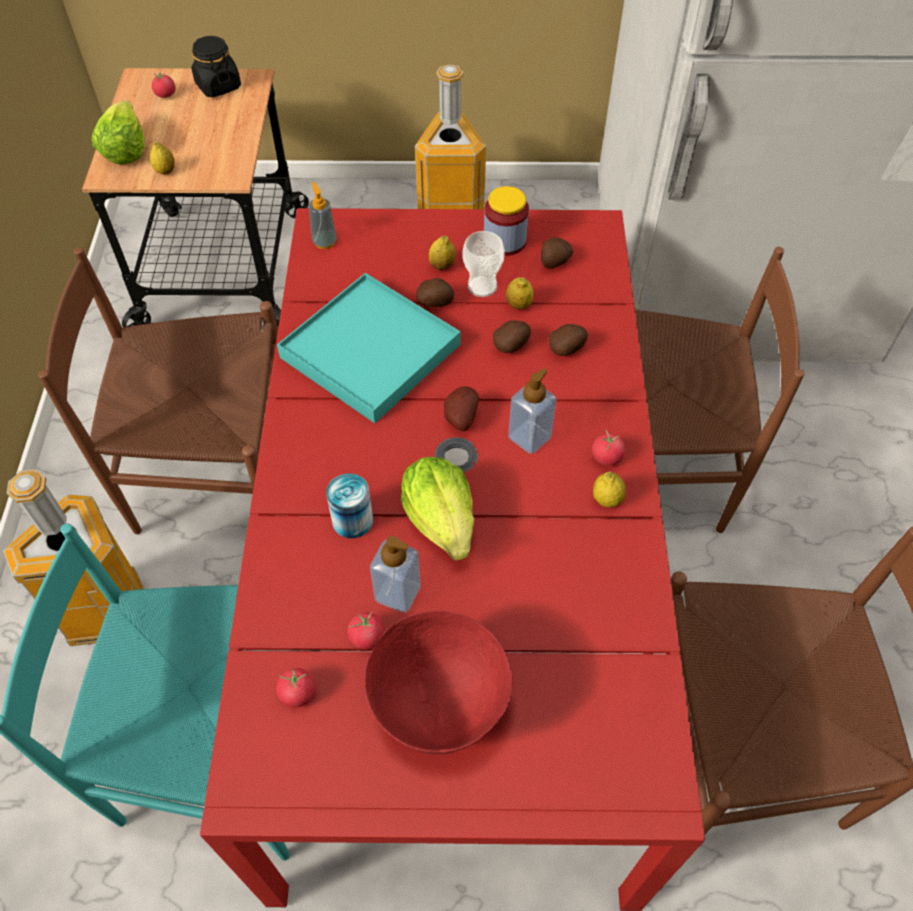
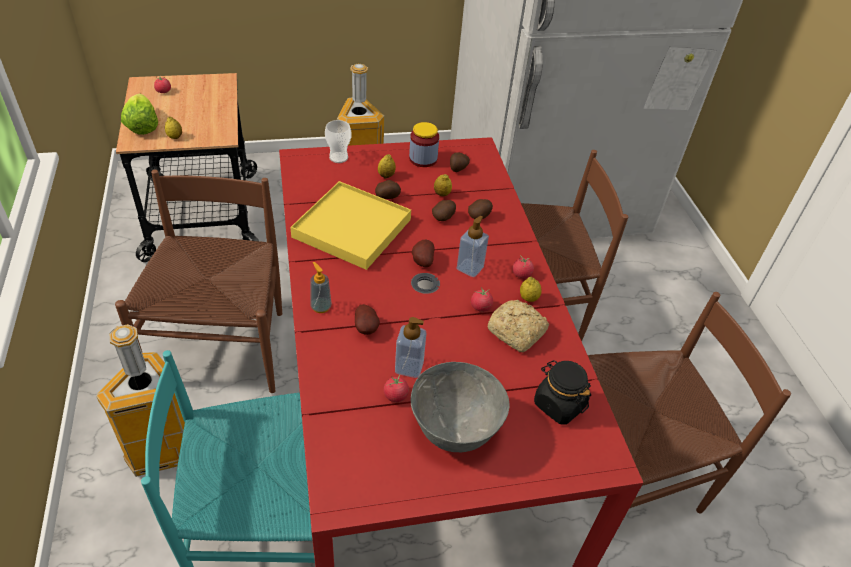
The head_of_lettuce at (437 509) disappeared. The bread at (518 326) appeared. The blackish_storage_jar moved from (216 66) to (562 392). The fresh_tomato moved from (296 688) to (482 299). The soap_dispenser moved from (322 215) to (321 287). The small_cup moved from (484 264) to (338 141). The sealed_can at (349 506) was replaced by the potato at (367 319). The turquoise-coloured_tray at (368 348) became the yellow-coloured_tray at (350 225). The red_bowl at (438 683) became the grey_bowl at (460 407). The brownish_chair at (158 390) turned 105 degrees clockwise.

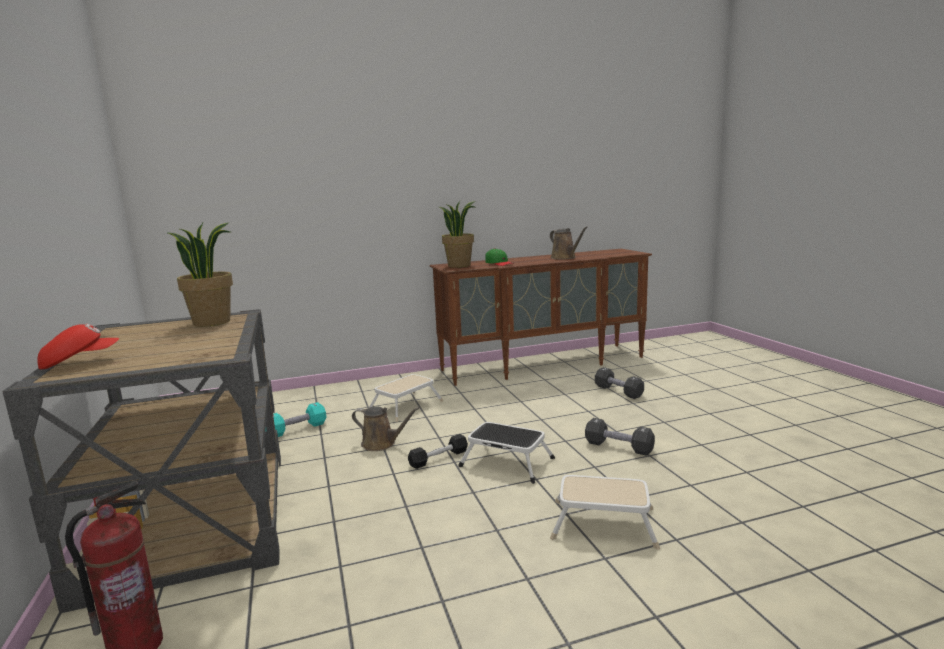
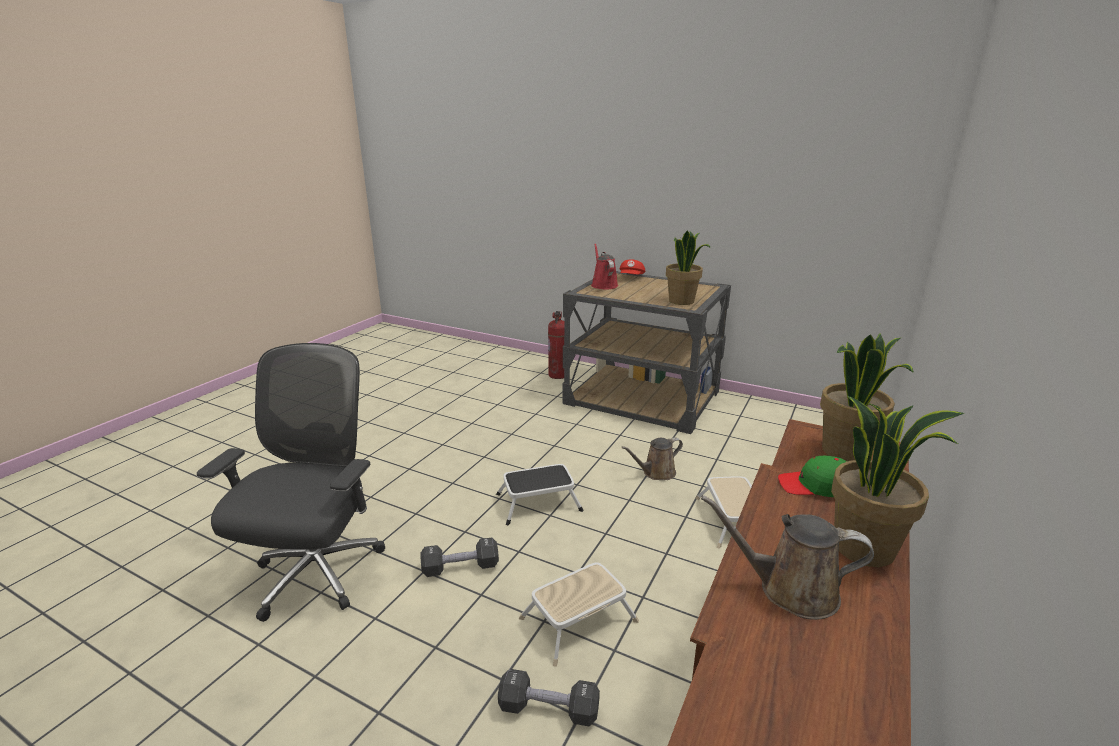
The turquoise-coloured_free_weight at (296 419) disappeared. The blackish_free_weight at (438 451) disappeared. The desk_chair at (291 482) appeared. The red_sprinkling_can at (604 266) appeared. The plant_in_a_pot at (898 481) appeared. The sand-coloured_step_ladder moved from (605 512) to (579 614).

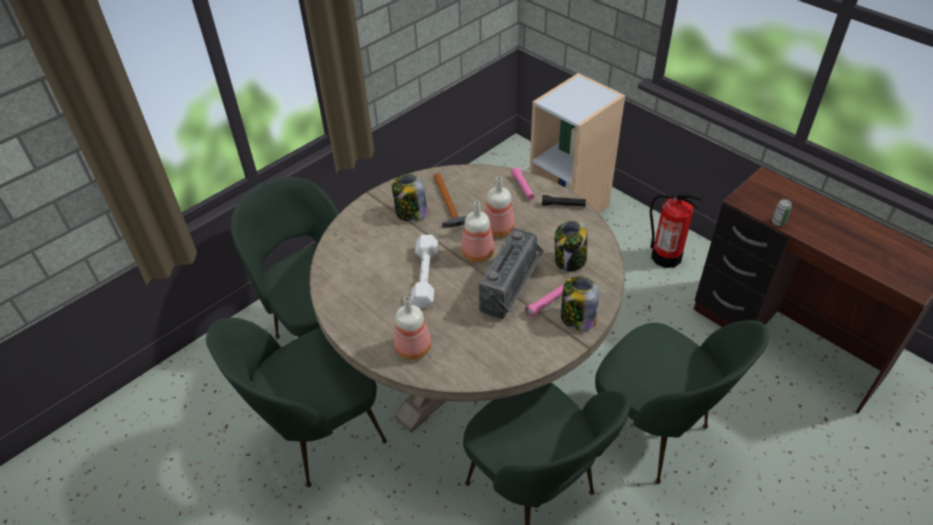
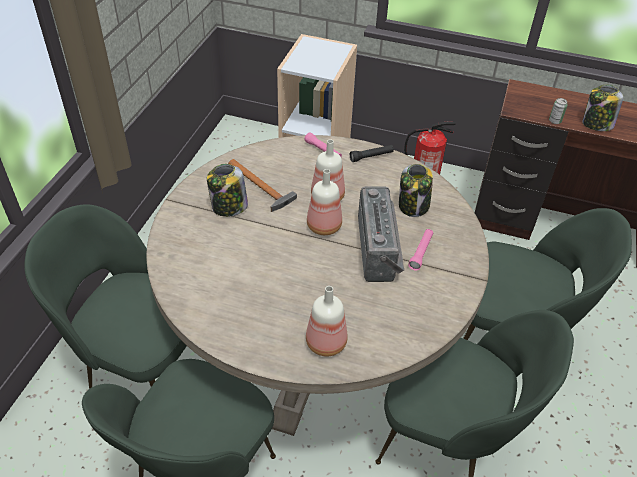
The whitish_free_weight at (424 271) disappeared. The storage_jar moved from (580 303) to (602 108).

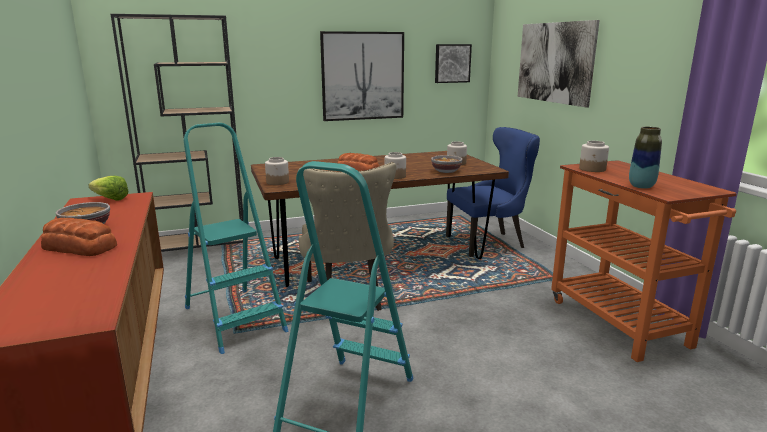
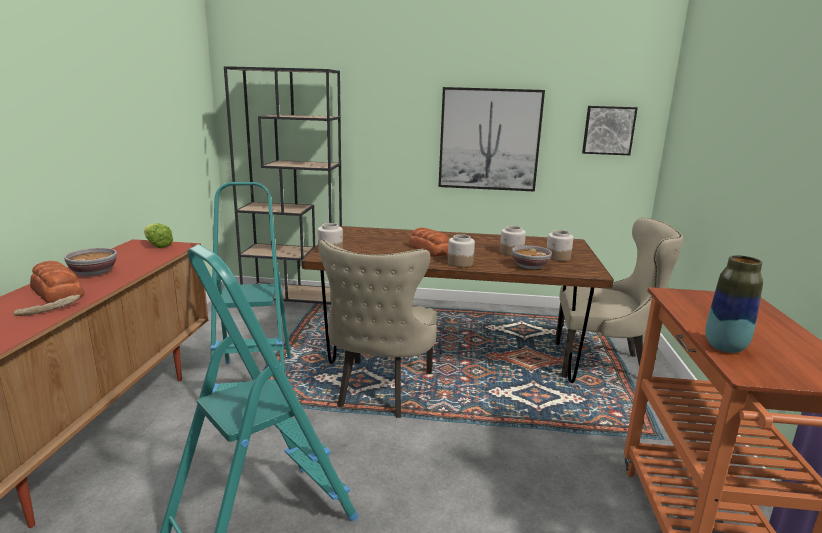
The wall_art at (559 64) disappeared. The bread at (46 305) appeared. The storage_jar moved from (594 156) to (513 241). The bluish_chair at (493 192) became the sand-coloured_chair at (619 298).

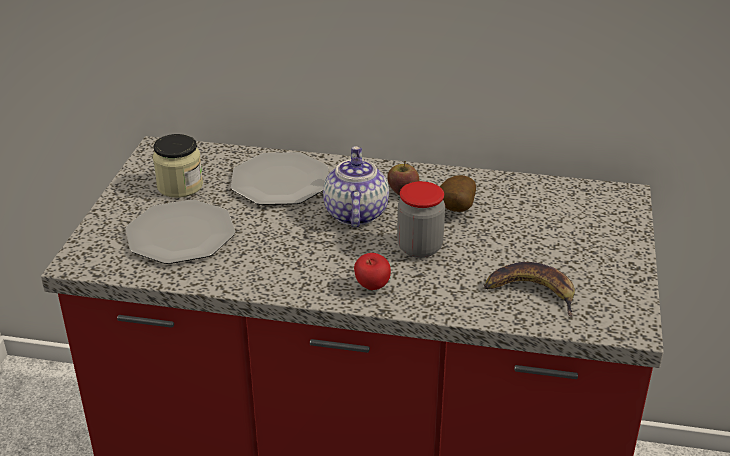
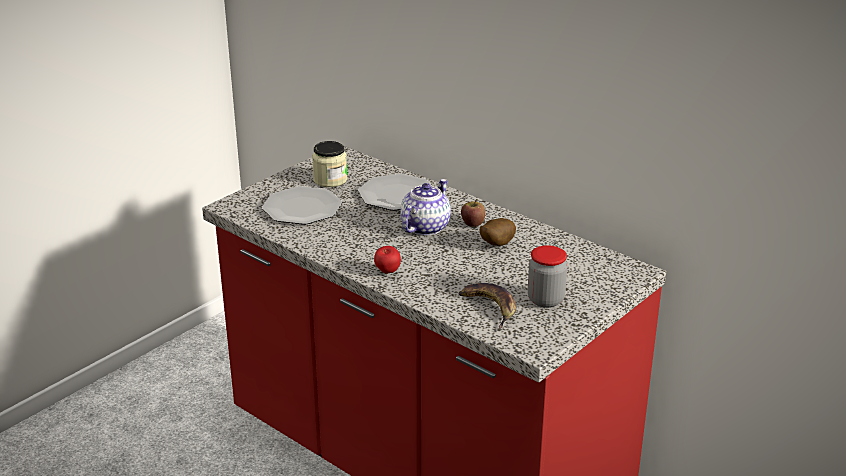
The storage_jar moved from (421 219) to (547 276).

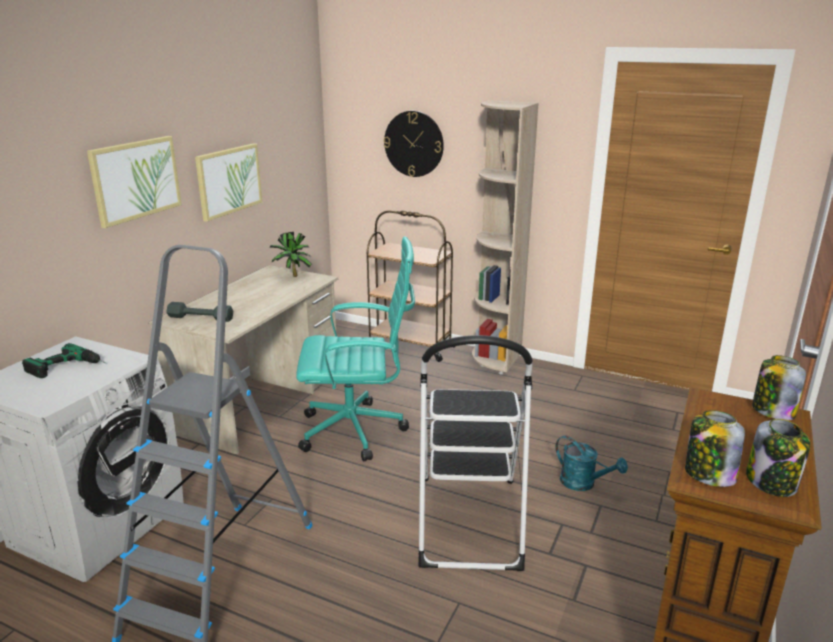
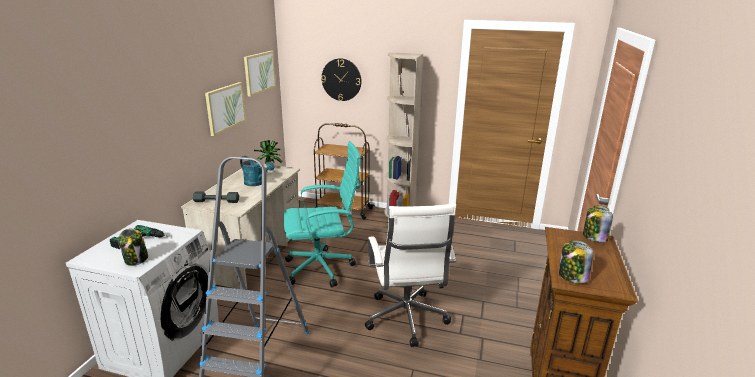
The wall_art moved from (134 182) to (260 73). The turquoise-coloured_sprinkling_can moved from (591 463) to (257 171). The storage_jar moved from (778 458) to (133 247). The step_ladder at (475 453) was replaced by the whitish_desk_chair at (410 275).

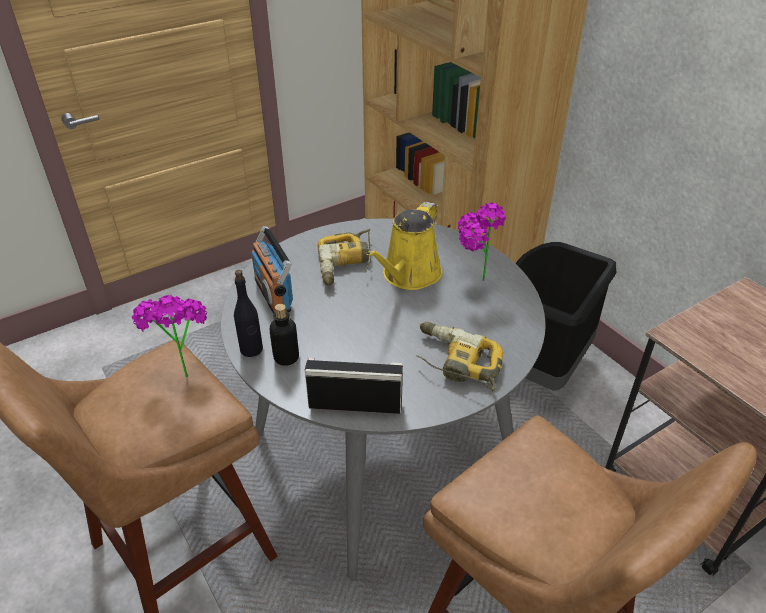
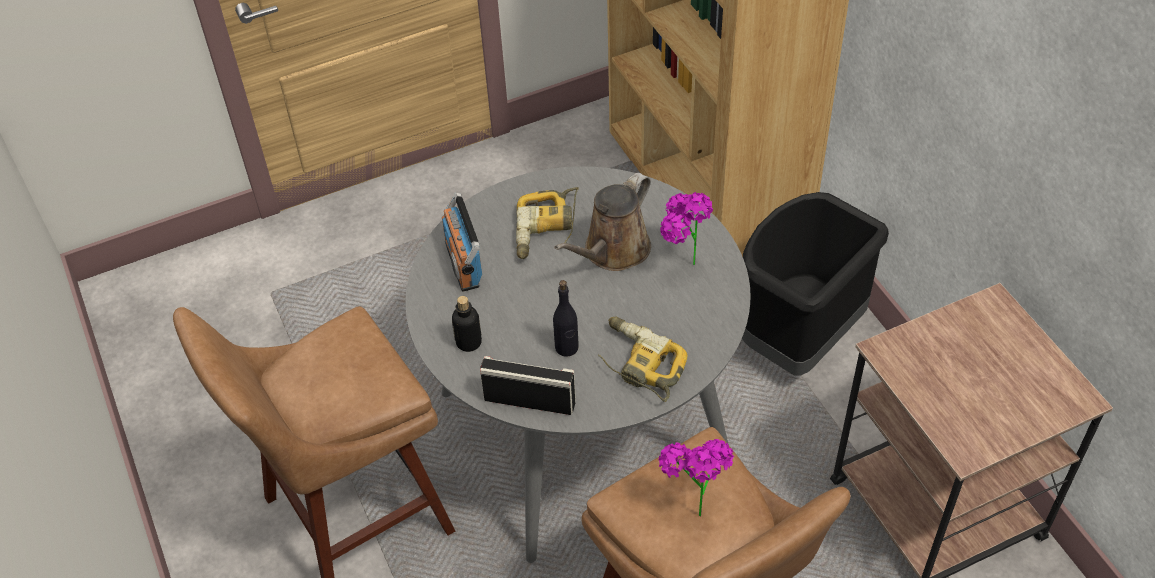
The plant_in_a_pot moved from (169 336) to (696 477). The blackish_beverage_bottle moved from (248 313) to (566 318). The yellow-coloured_sprinkling_can at (404 246) became the brownish_sprinkling_can at (602 222).

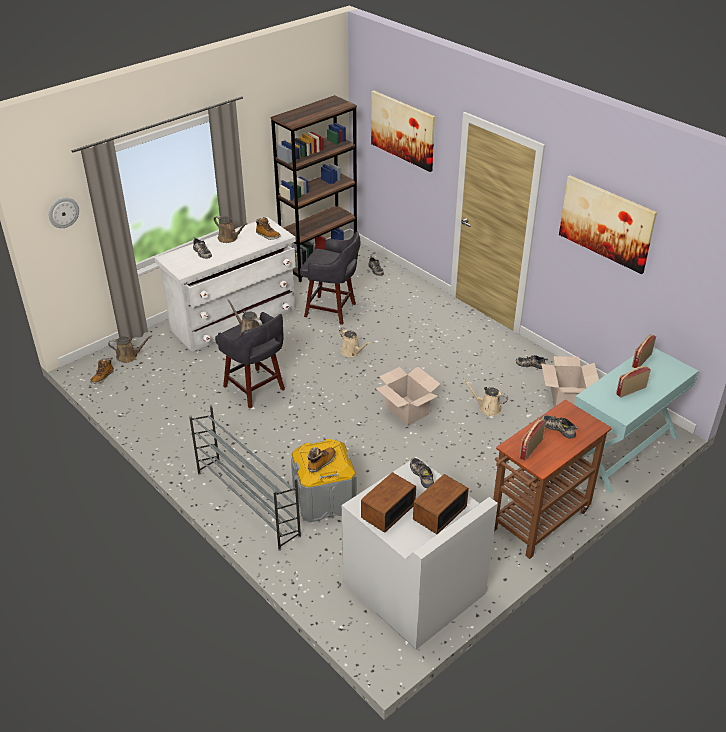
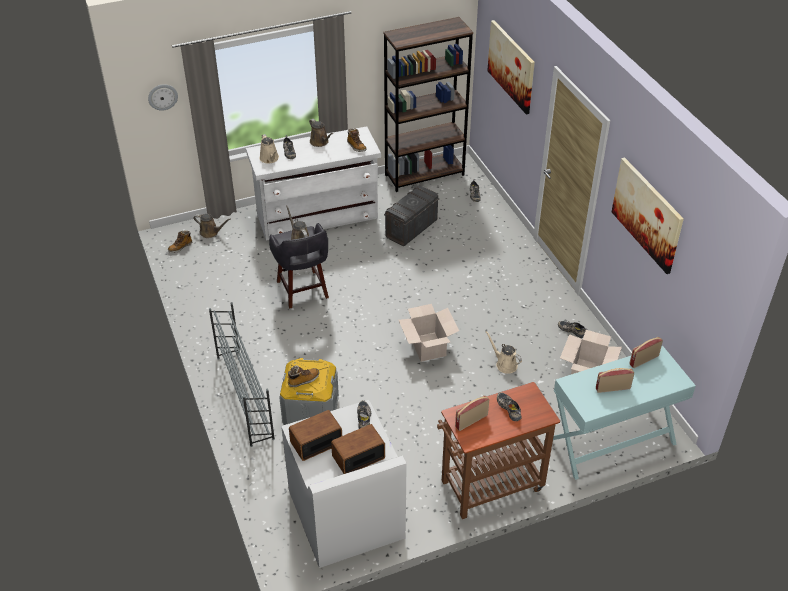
The sand-coloured_sprinkling_can moved from (354 342) to (269 148). The grey_stool at (330 278) was replaced by the grey_storage_container at (412 215).

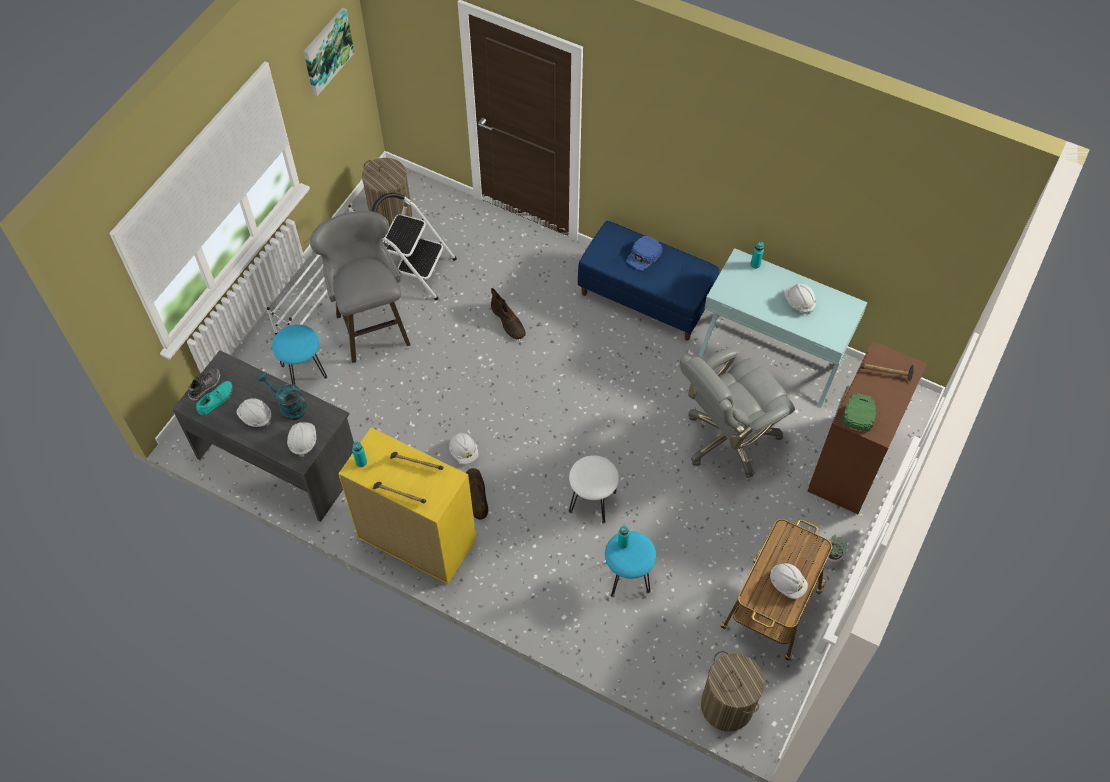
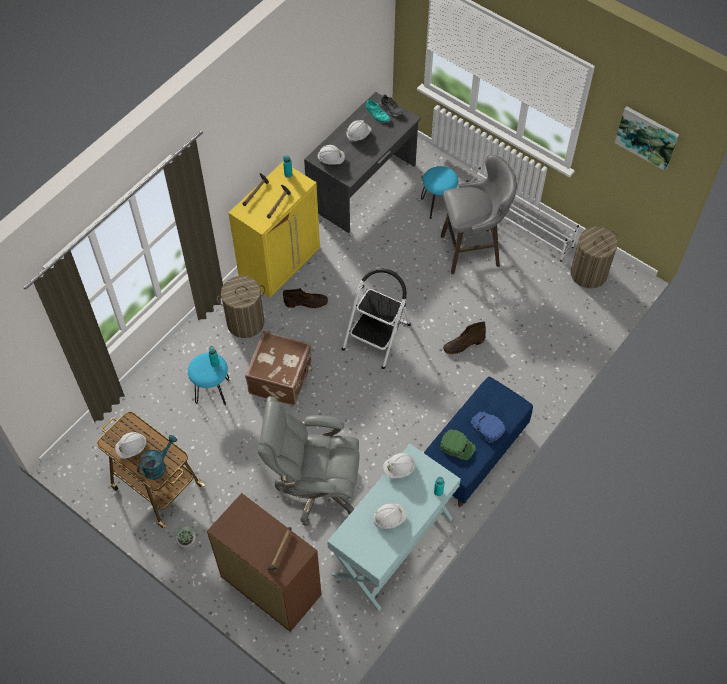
The turquoise-coloured_sprinkling_can moved from (282 396) to (157 457). The step_ladder moved from (414 246) to (376 319). The whitish_safety_helmet moved from (463 448) to (399 466). The hamper moved from (733 691) to (241 307). The green-coloured_cap moved from (859 413) to (458 445). The whitish_stool at (594 489) was replaced by the brownish_suitcase at (278 368). The grey_desk_chair at (737 412) turned 60 degrees counterclockwise.

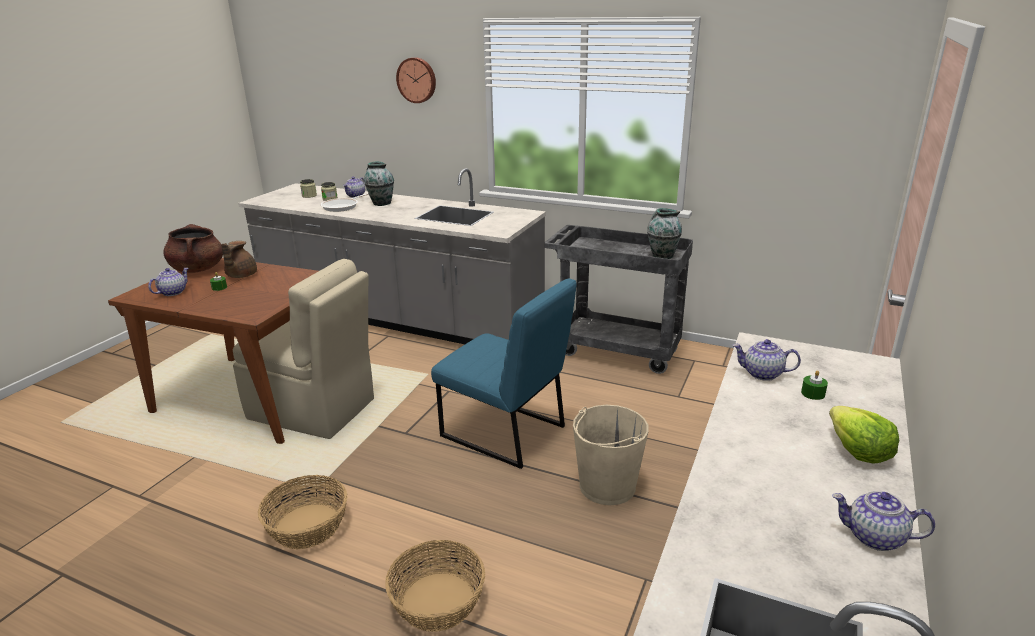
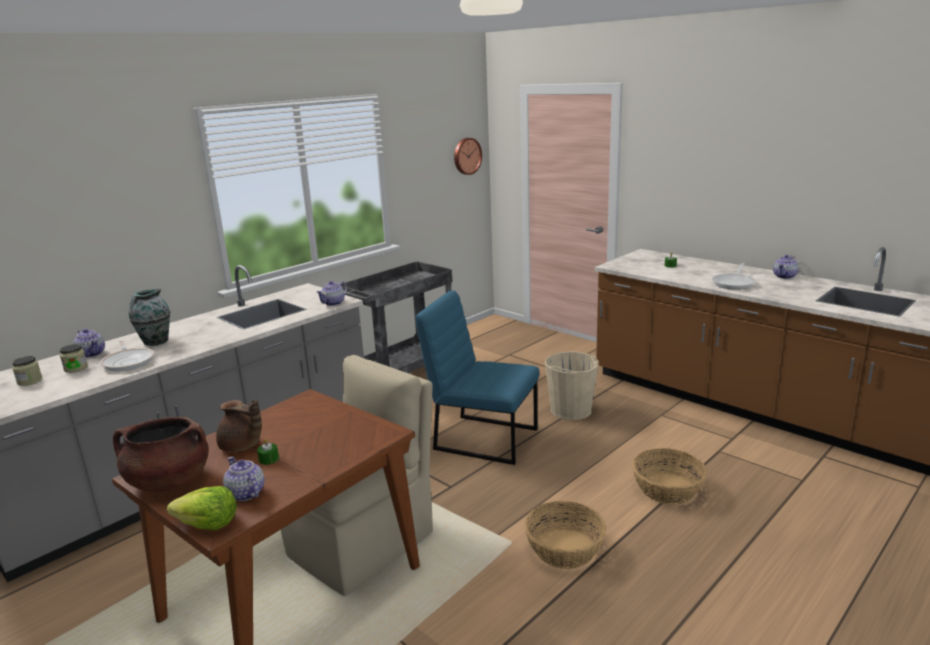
The decorative_vase at (664 233) disappeared. The skillet at (733 276) appeared. The hanging_clock moved from (416 80) to (468 156). The pot_for_tea moved from (766 360) to (331 293). The head_of_lettuce moved from (864 435) to (202 508). The bluish_chair at (504 373) turned 120 degrees counterclockwise.

